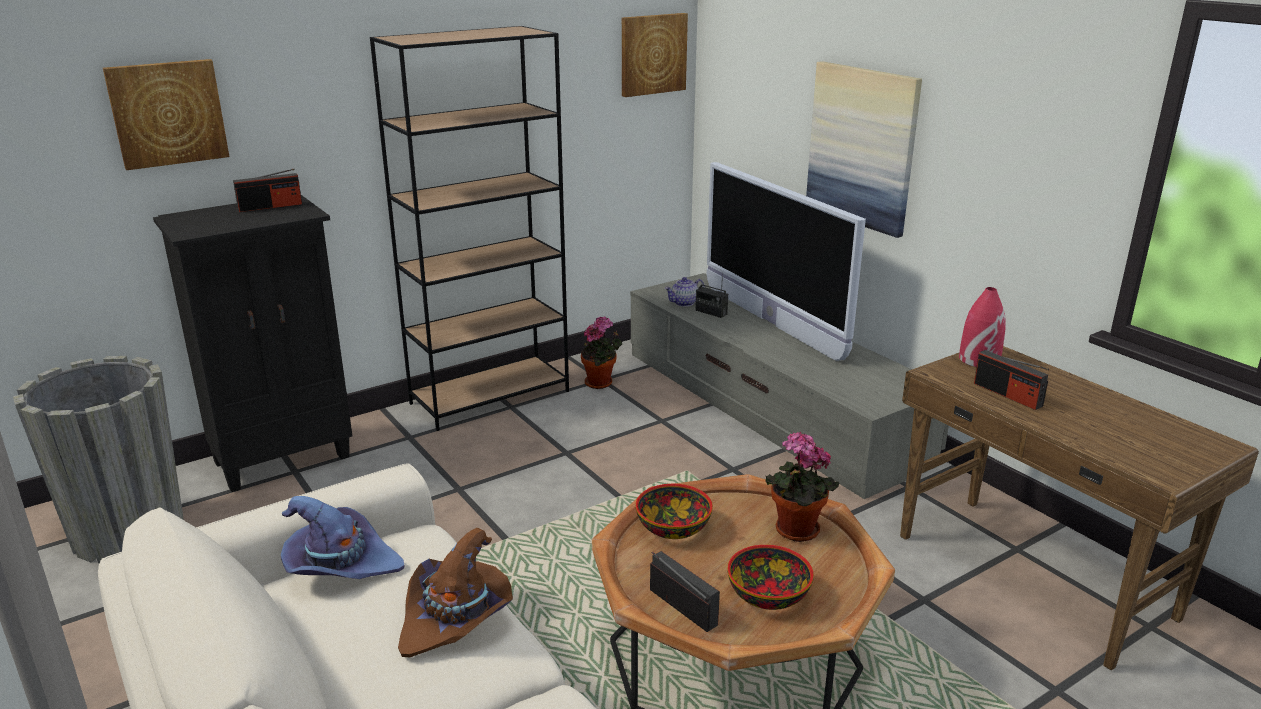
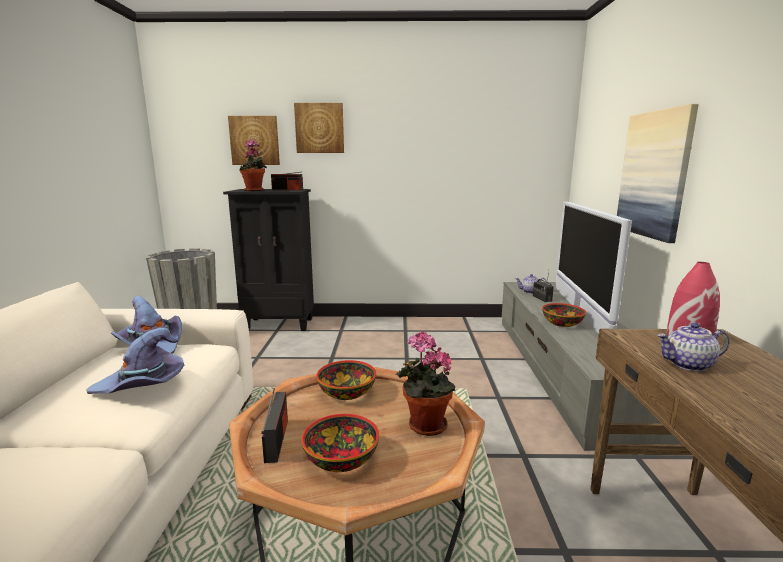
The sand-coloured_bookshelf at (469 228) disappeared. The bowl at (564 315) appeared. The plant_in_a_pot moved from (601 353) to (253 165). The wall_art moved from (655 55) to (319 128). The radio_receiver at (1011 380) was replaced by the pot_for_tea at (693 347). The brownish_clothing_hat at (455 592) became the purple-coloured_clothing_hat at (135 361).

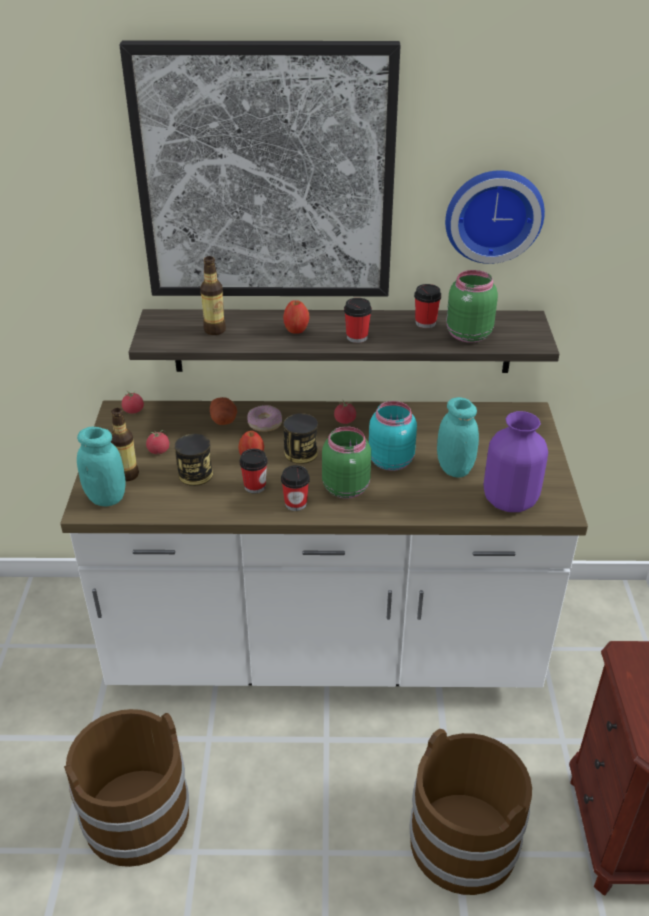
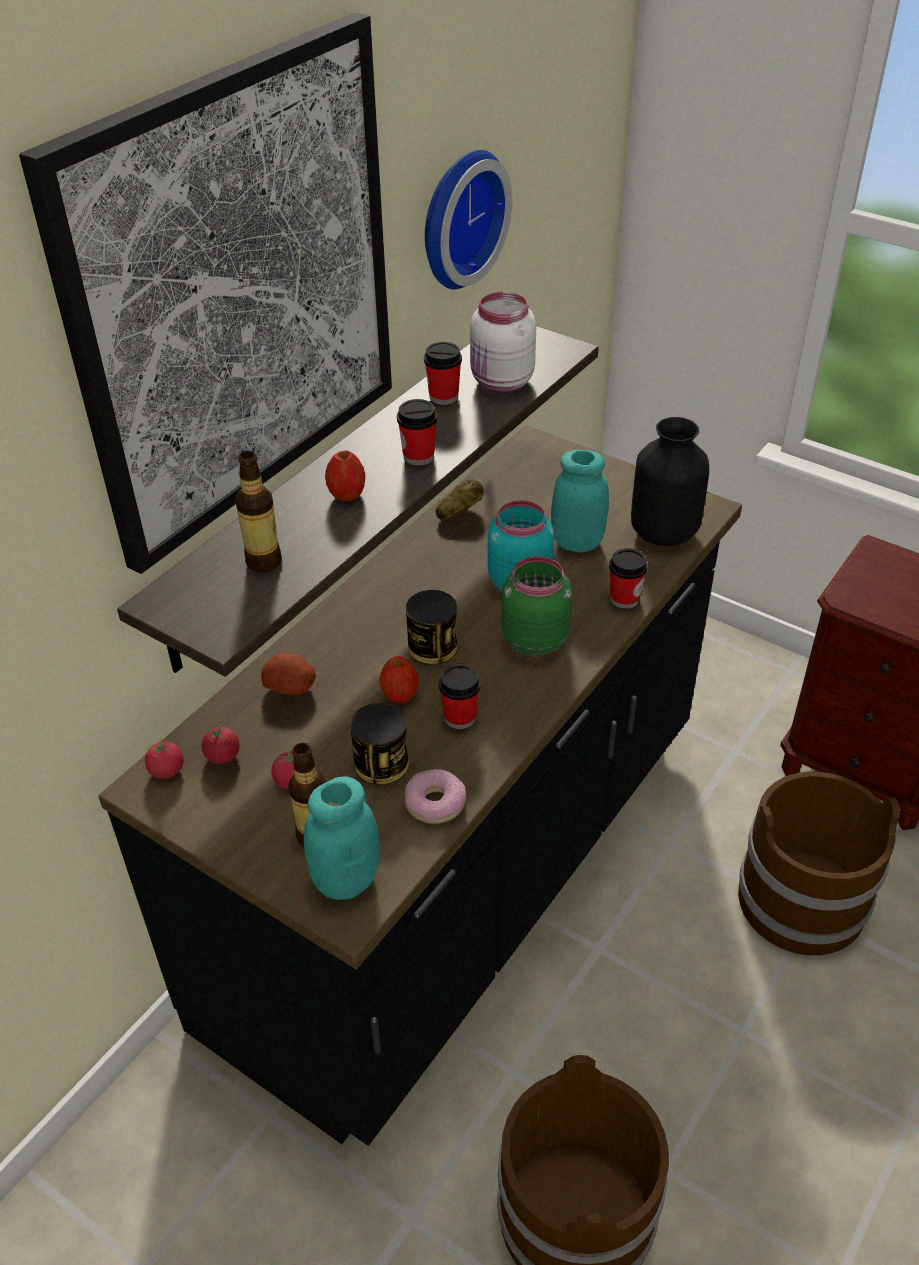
The potato at (459 499) appeared. The doughnut moved from (264 418) to (435 796). The small_cup moved from (295 488) to (628 578). The fresh_tomato moved from (345 412) to (221 744). The whitish_counter at (324 544) became the blackish_counter at (420 785). The green-coloured_storage_jar at (472 306) became the whitish_storage_jar at (503 342). The purple-coloured_decorative_vase at (516 461) became the blackish_decorative_vase at (670 481).

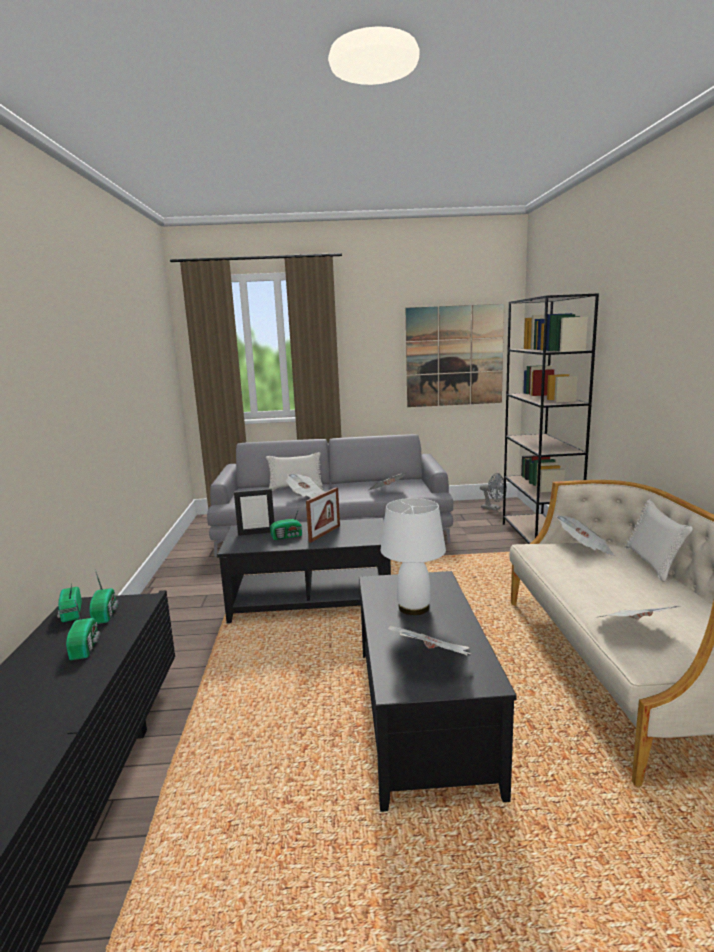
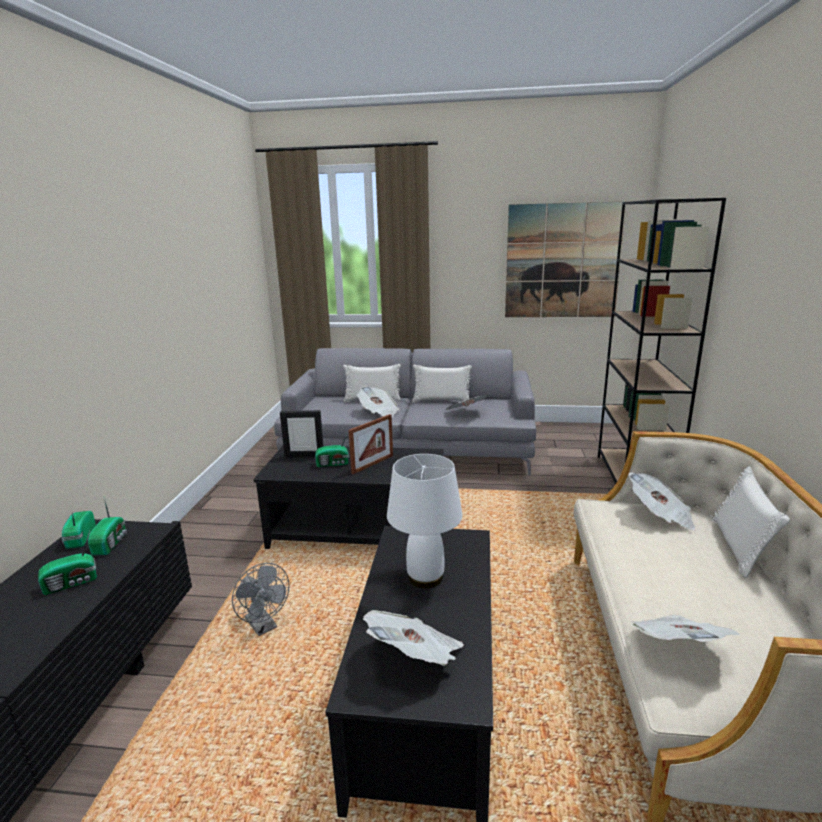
The whitish_throw_pillow at (442 384) appeared. The grey_cooling_fan moved from (493 492) to (260 599). The radio_receiver at (83 628) turned 60 degrees clockwise.

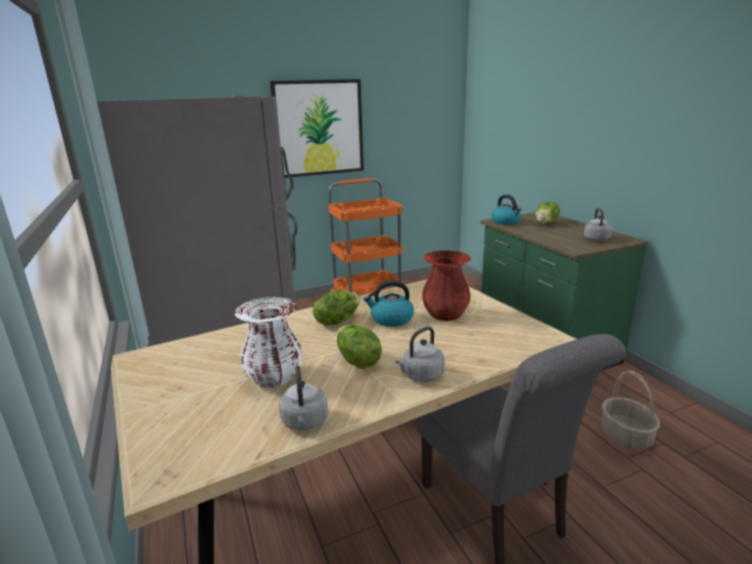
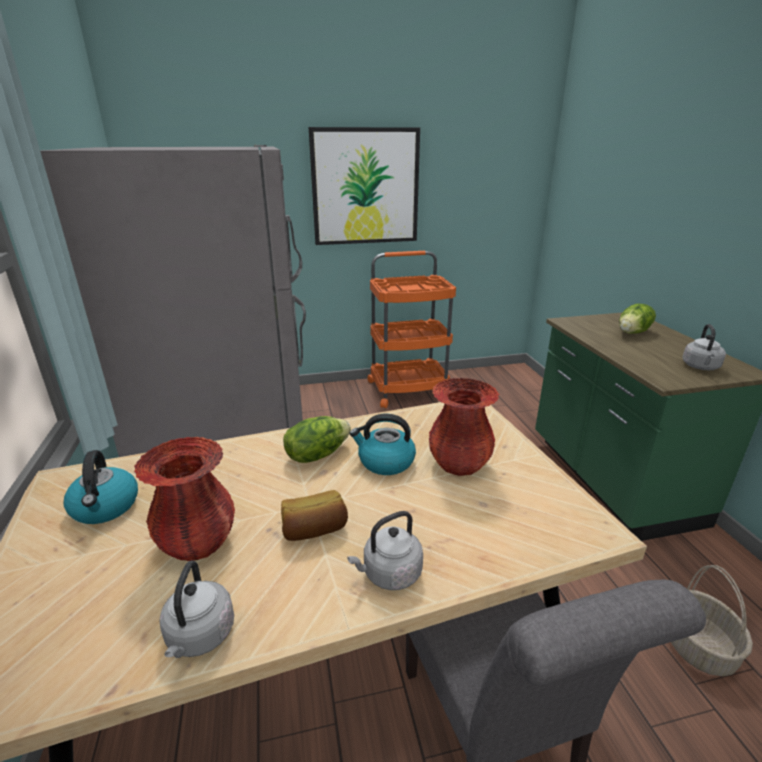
The water_kettle moved from (506 210) to (100 487). The head_of_lettuce at (359 346) was replaced by the bread at (314 515). The whitish_decorative_vase at (268 342) became the red_decorative_vase at (184 499).

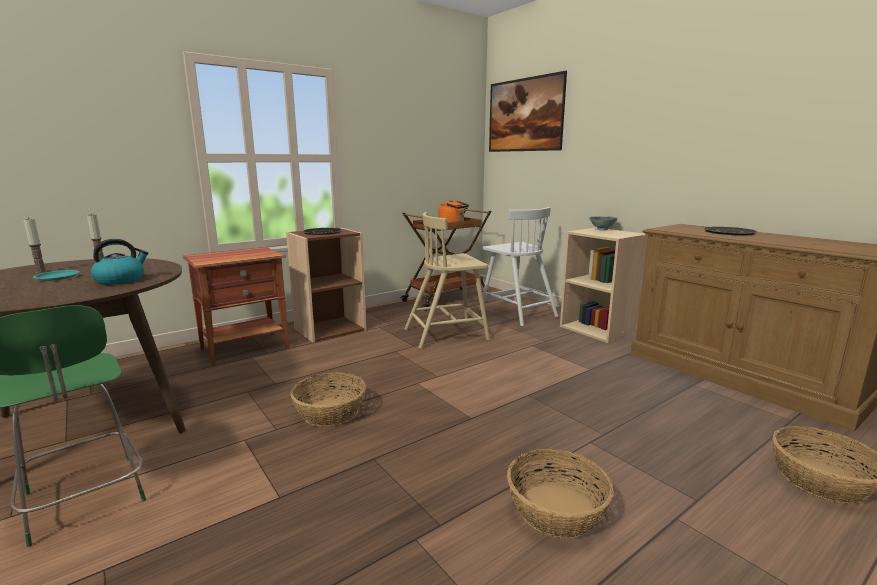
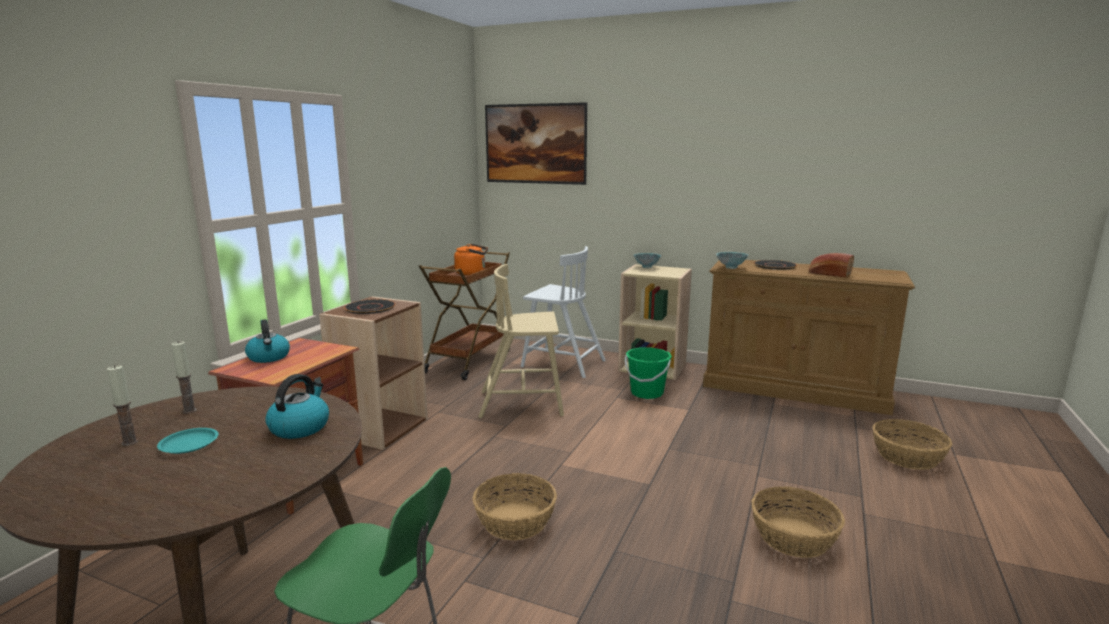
The water_kettle at (267 341) appeared. The green-coloured_water_bucket at (648 373) appeared. The bowl at (732 260) appeared. The bread at (831 265) appeared. The sand-coloured_chair at (447 280) turned 45 degrees clockwise.

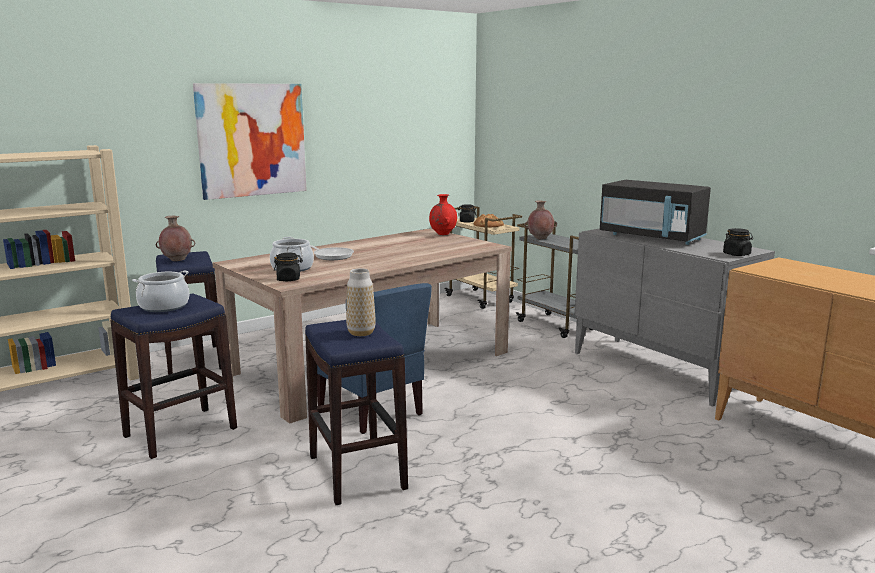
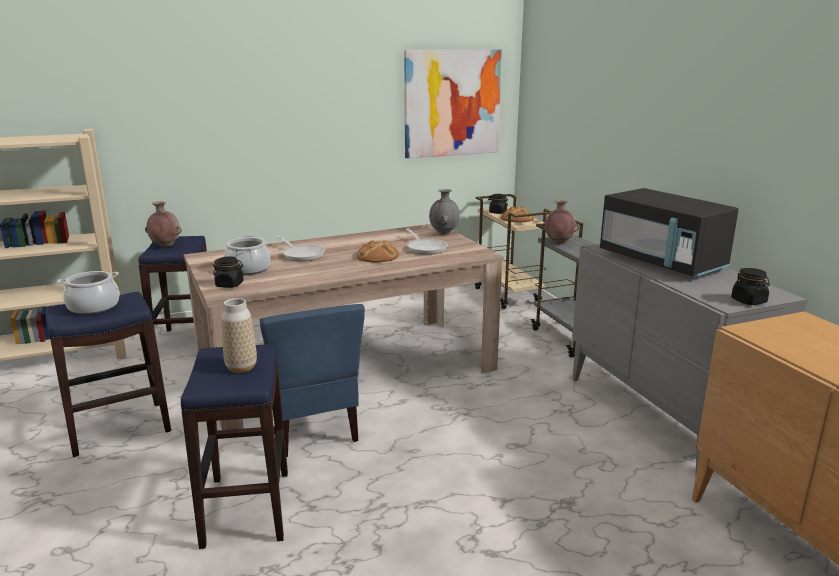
The bread at (378 251) appeared. The skillet at (427 242) appeared. The wall_art moved from (250 141) to (453 103). The red_decorative_vase at (443 214) became the grey_decorative_vase at (444 211).

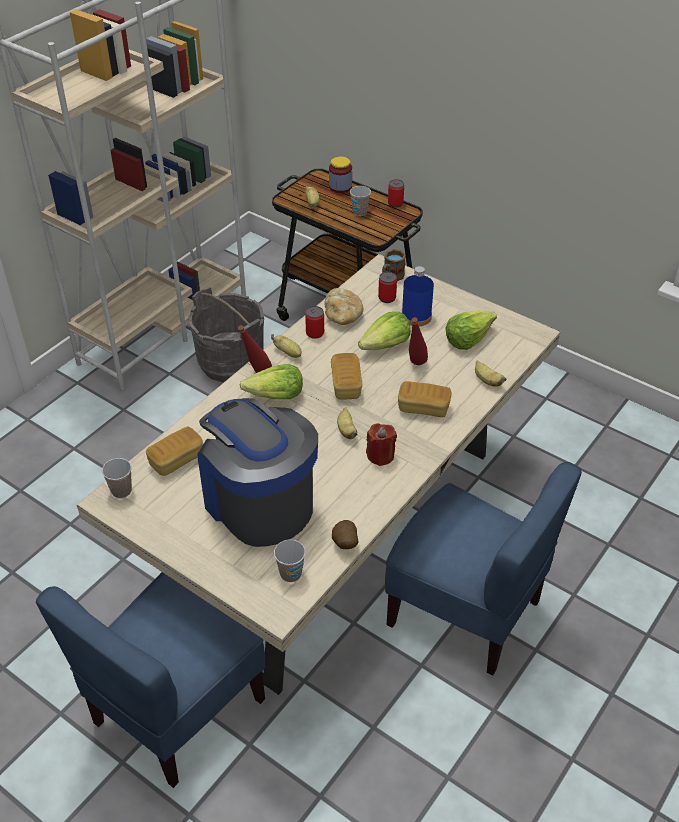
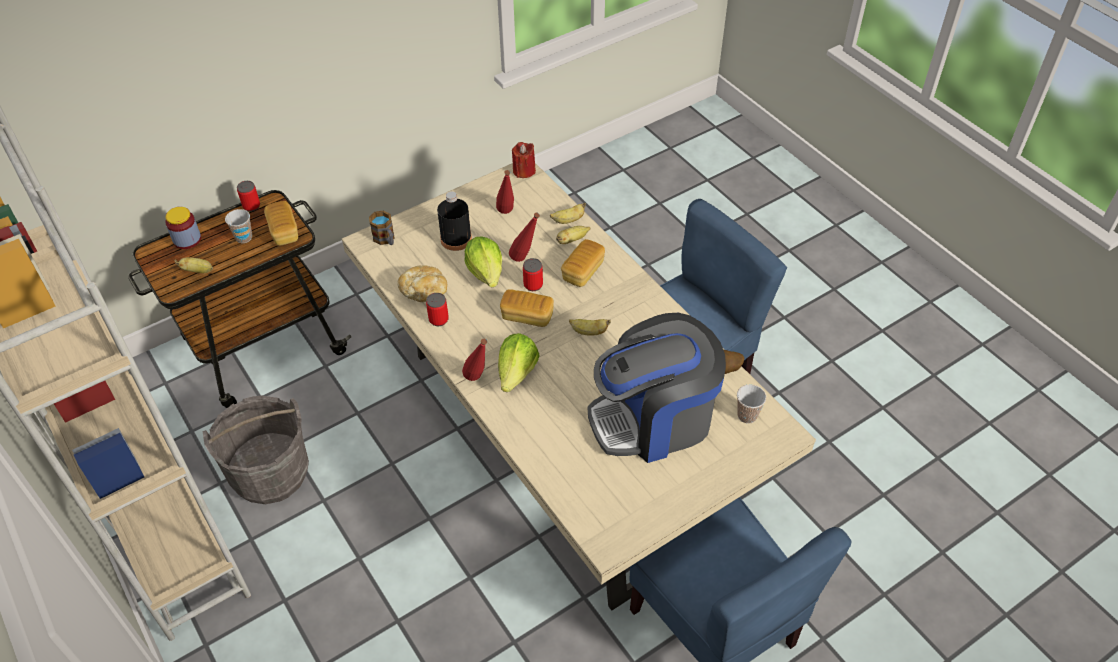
The small_cup at (117 478) disappeared. The bread moved from (174 451) to (281 223). The banana moved from (286 346) to (573 235). The red_wax_light moved from (381 444) to (524 160). The sealed_can moved from (387 287) to (533 274). The head_of_lettuce at (471 330) was replaced by the red_beverage_bottle at (505 192). The bluish_beverage_bottle at (418 296) became the blackish_beverage_bottle at (454 221).

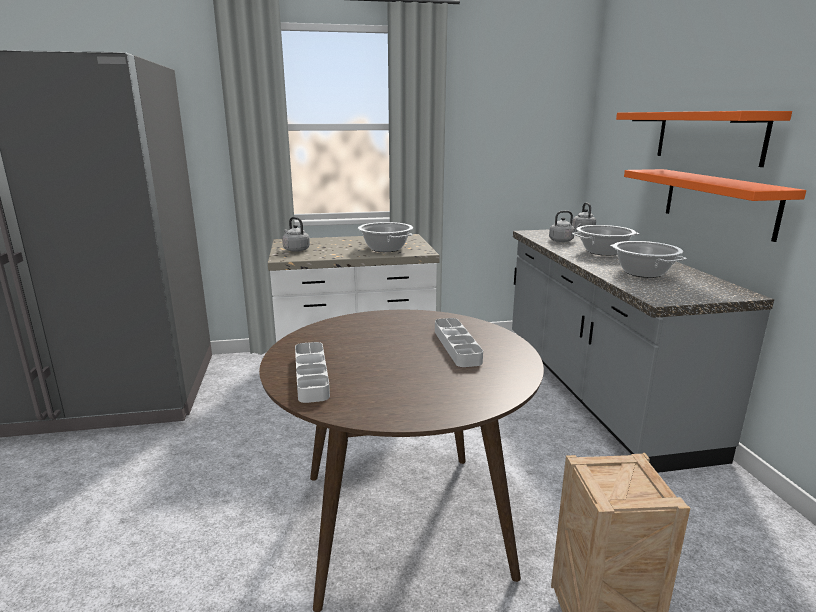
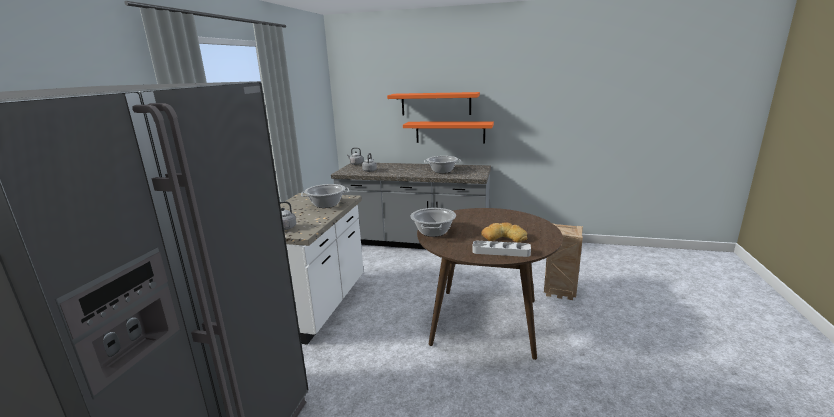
The grey_tray at (459 342) disappeared. The bread at (504 232) appeared. The saucepot moved from (605 240) to (433 222).

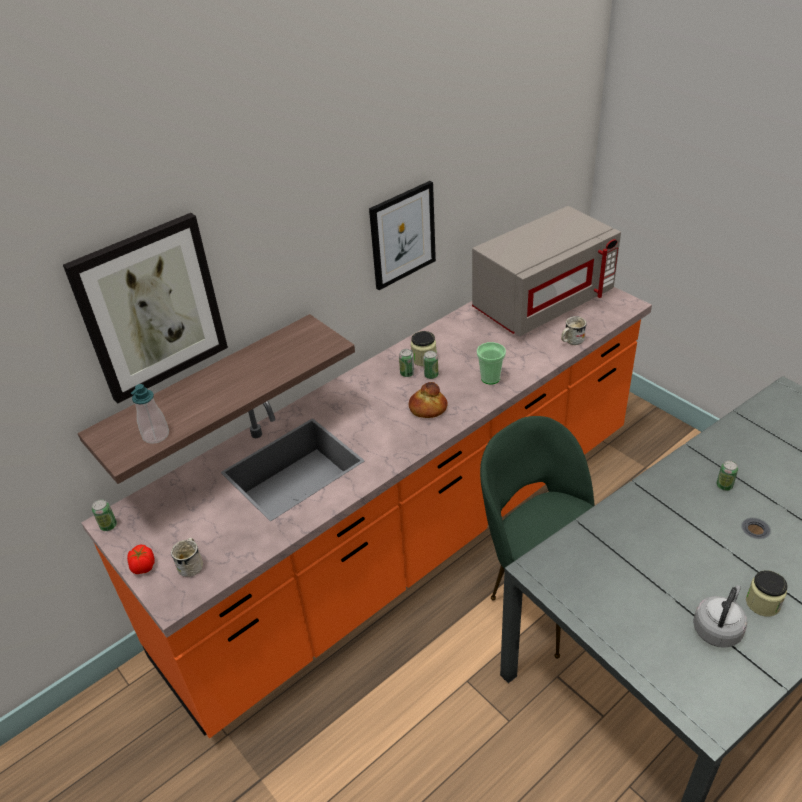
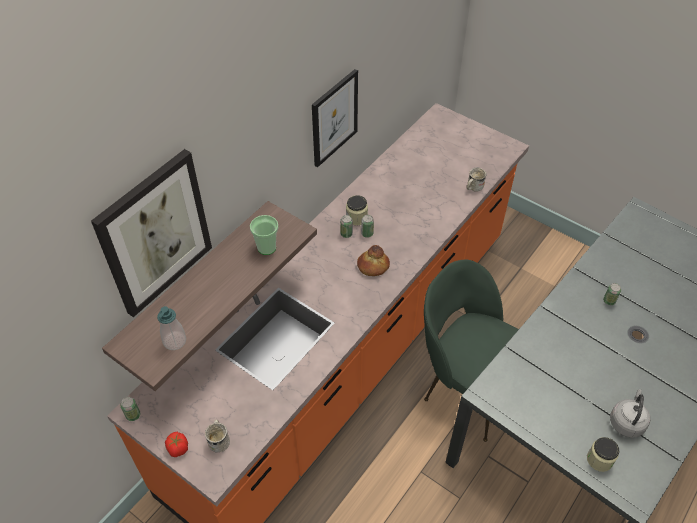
The grey_microwave at (546 271) disappeared. The small_cup moved from (491 363) to (264 235). The storage_jar moved from (766 593) to (603 454).

